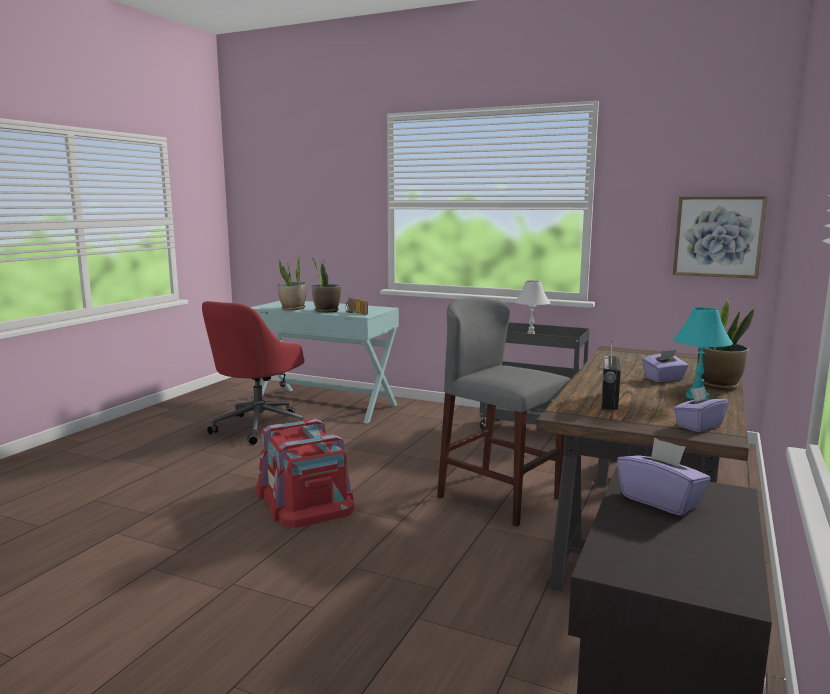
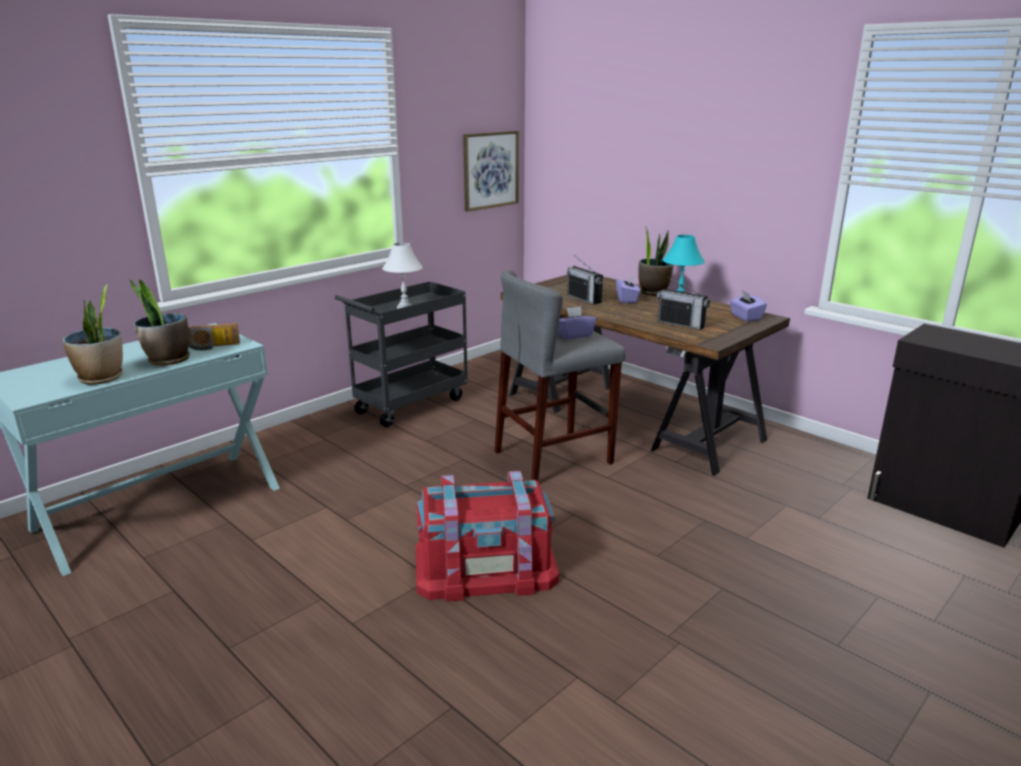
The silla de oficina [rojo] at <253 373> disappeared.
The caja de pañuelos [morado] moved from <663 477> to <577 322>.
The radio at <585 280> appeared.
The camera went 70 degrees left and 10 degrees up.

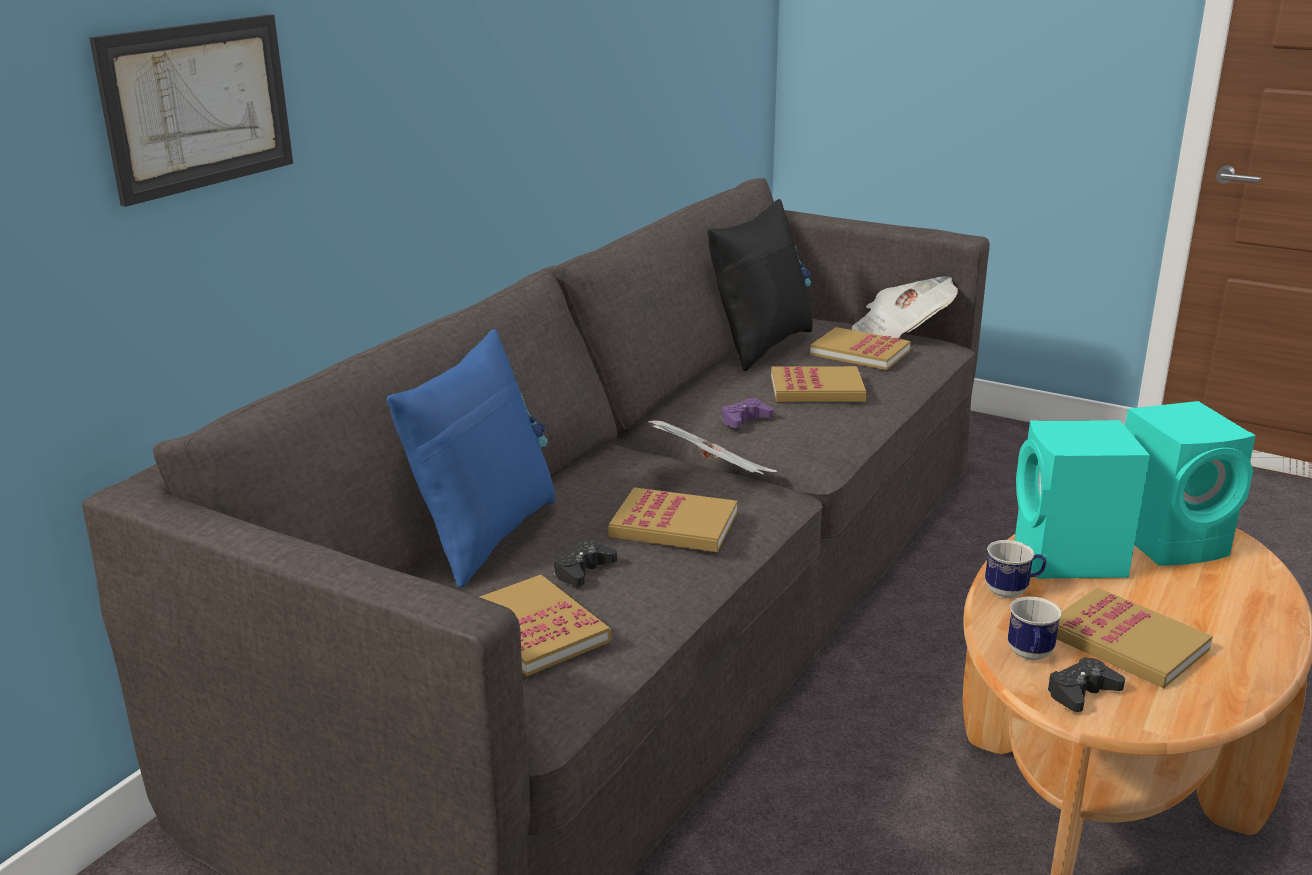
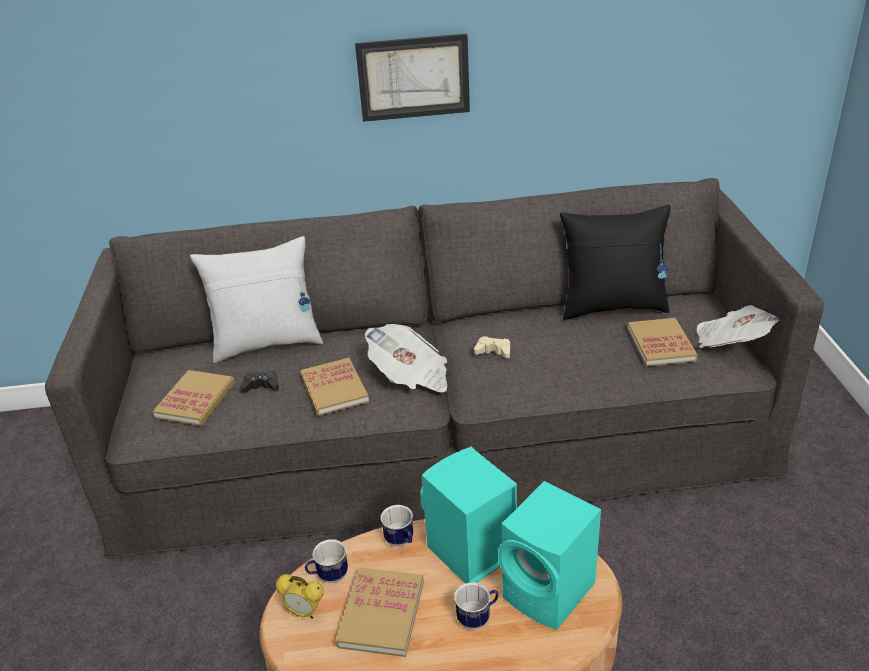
The cuadro moved from <191 110> to <412 78>.
The cojín [azul] at <470 458> became the cojín [gris] at <256 299>.
The mando de consola [morado] at <747 413> became the mando de consola [beis] at <492 347>.
The libro at <818 384> disappeared.
The mando de consola [negro] at <1086 684> was replaced by the despertador at <300 596>.
The taza grande at <476 606> appeared.
The camera went 55 degrees right and 10 degrees up.

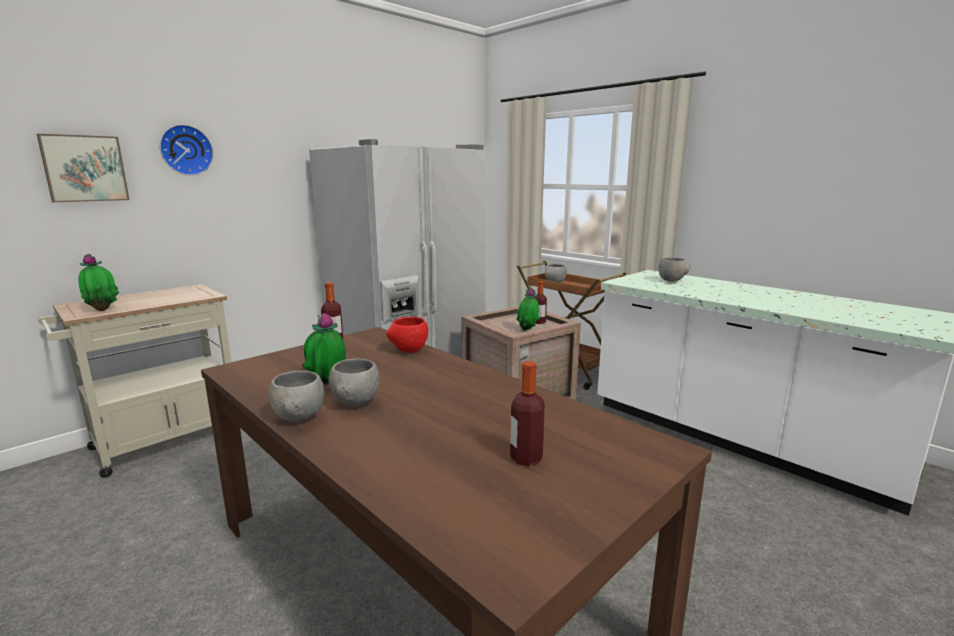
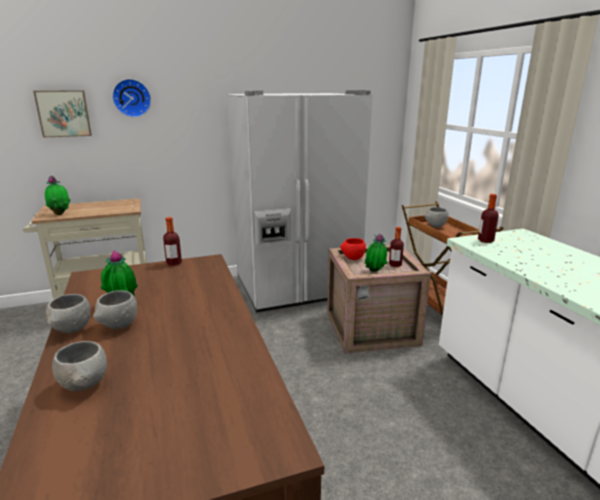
The cuenco [rojo] moved from <407 335> to <353 249>.
The botella moved from <527 413> to <488 218>.
The cuenco [gris] moved from <674 269> to <79 366>.
The camera went 25 degrees right and 5 degrees up.

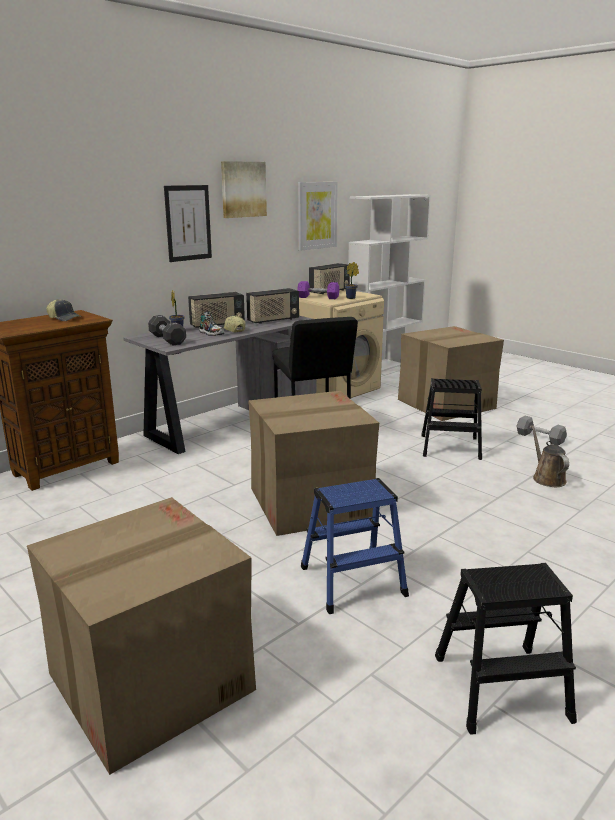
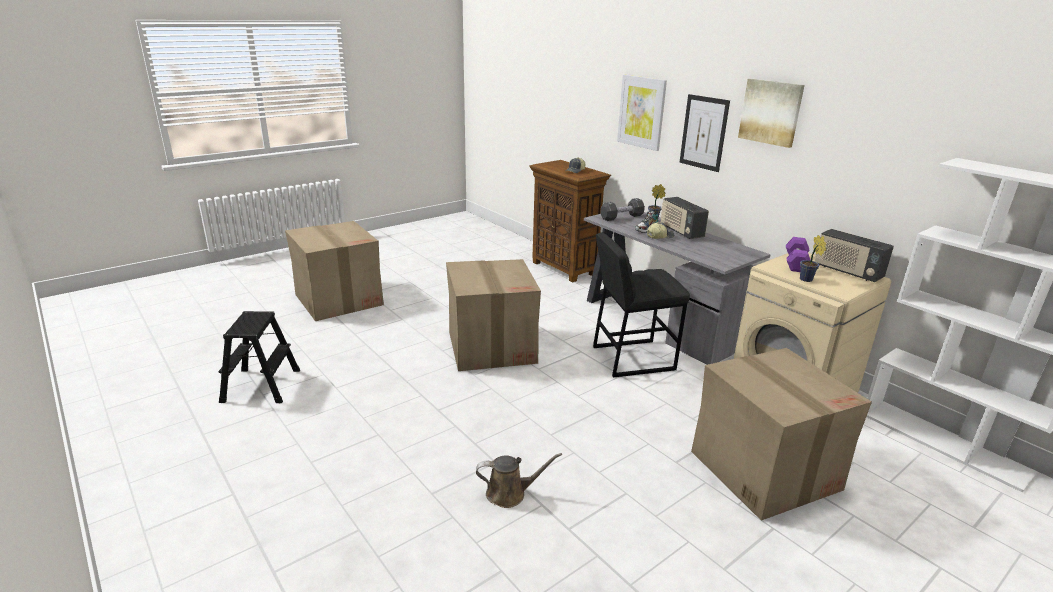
The radio at <272 306> disappeared.
The cuadro moved from <318 216> to <642 113>.
The escalera de tijera [azul] at <355 546> disappeared.
The escalera de tijera [negro] at <451 419> disappeared.
The mancuerna [gris] at <542 431> disappeared.
The camera went 95 degrees right and 5 degrees up.

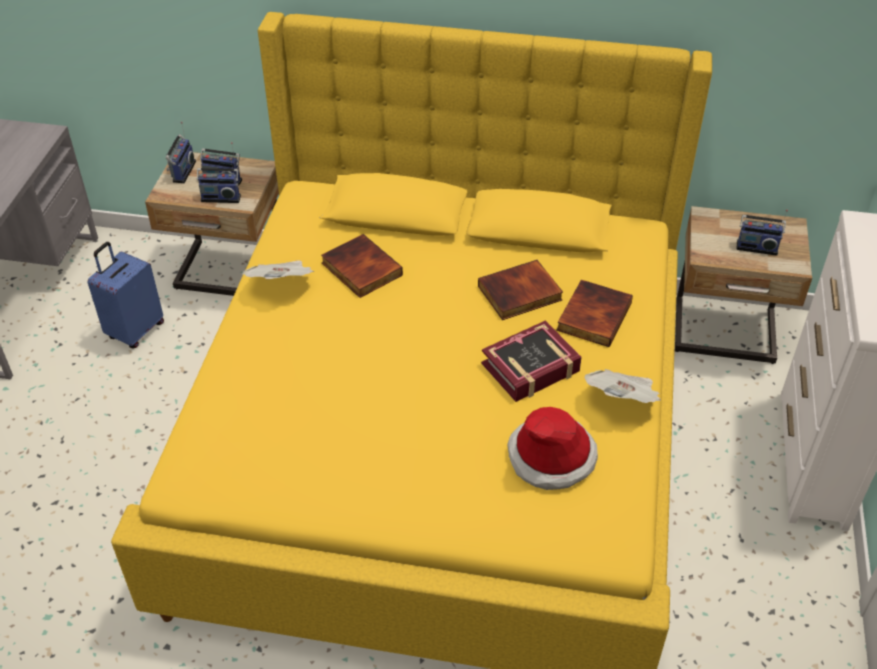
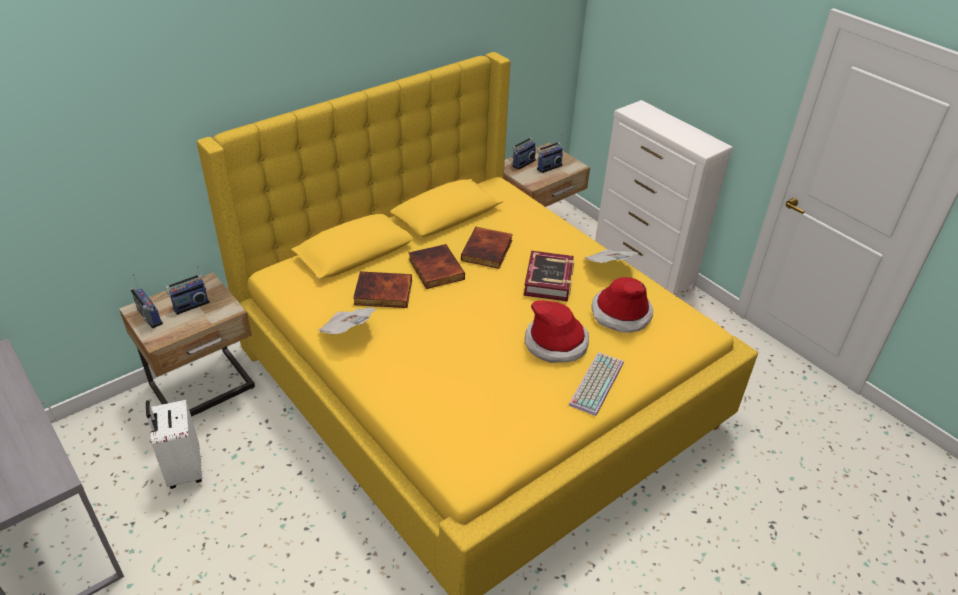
The maleta [azul] at <126 295> became the maleta [blanco] at <174 444>.
The radio moved from <219 180> to <523 149>.
The libro moved from <594 313> to <437 266>.
The sombrero at <556 331> appeared.
The teclado at <596 384> appeared.
The camera went 50 degrees left and 5 degrees down.

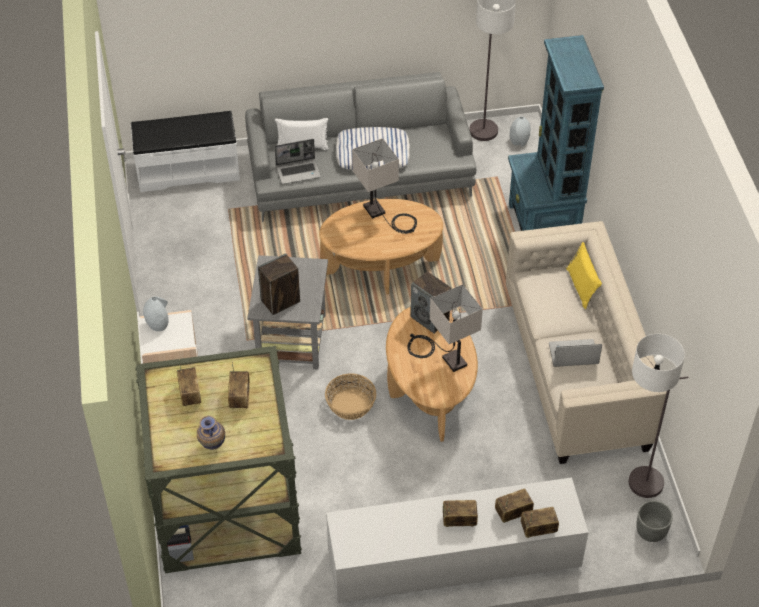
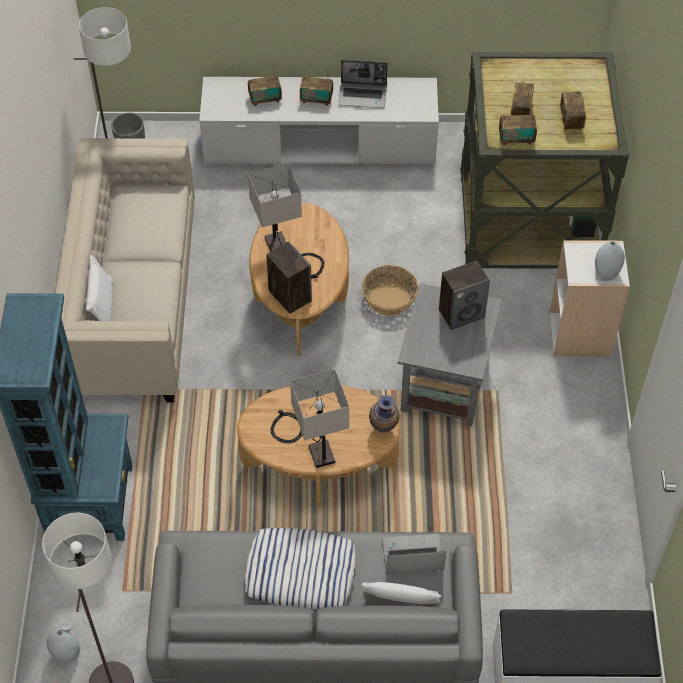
The florero moved from <211 433> to <384 413>.
The radio moved from <540 522> to <518 124>.
The portátil moved from <575 353> to <363 84>.
The cojín [amarillo] at <584 275> became the cojín [blanco] at <99 288>.
The camera went 170 degrees left and 5 degrees up.

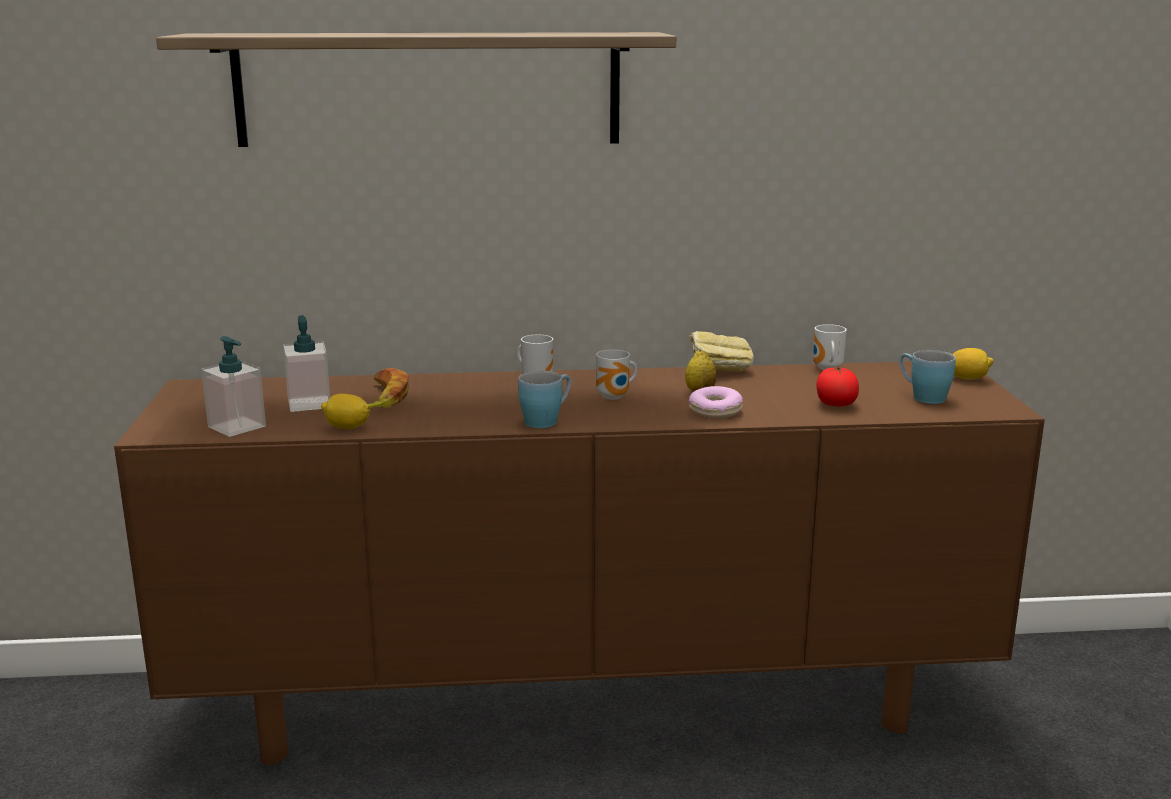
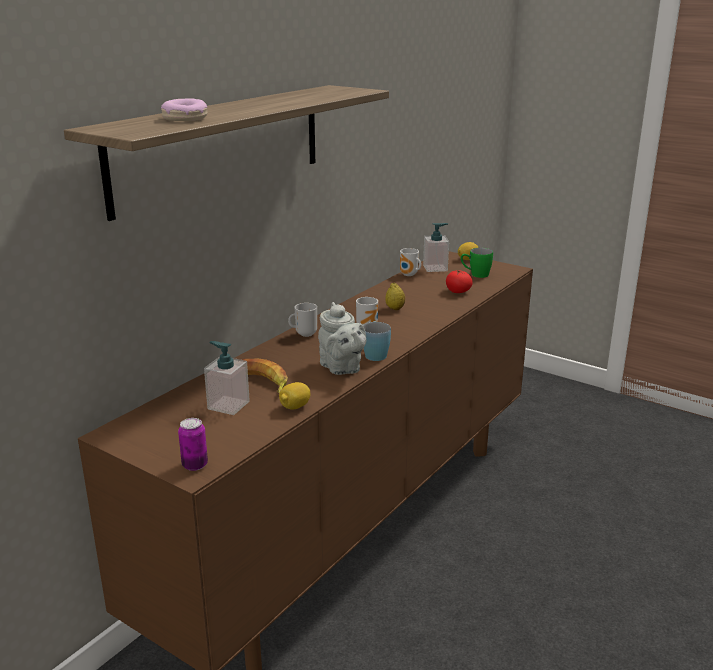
The dispensador de jabón moved from <233 386> to <436 247>.
The pan at <721 351> disappeared.
The rosquilla moved from <716 402> to <184 109>.
The taza grande [azul] at <927 377> became the taza grande [verde] at <477 263>.
The lata at <193 444> appeared.
The tetera [gris] at <342 338> appeared.
The camera went 50 degrees left and 5 degrees up.

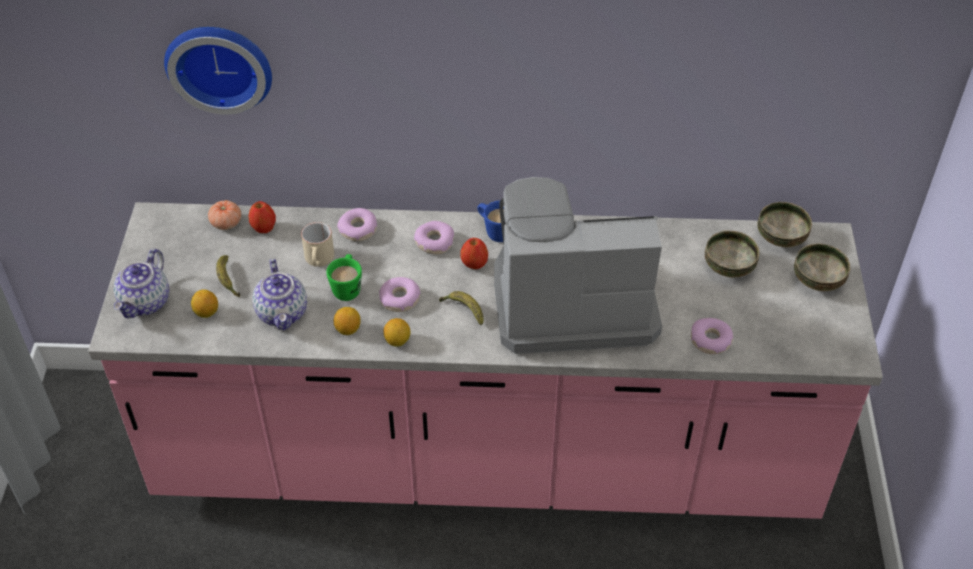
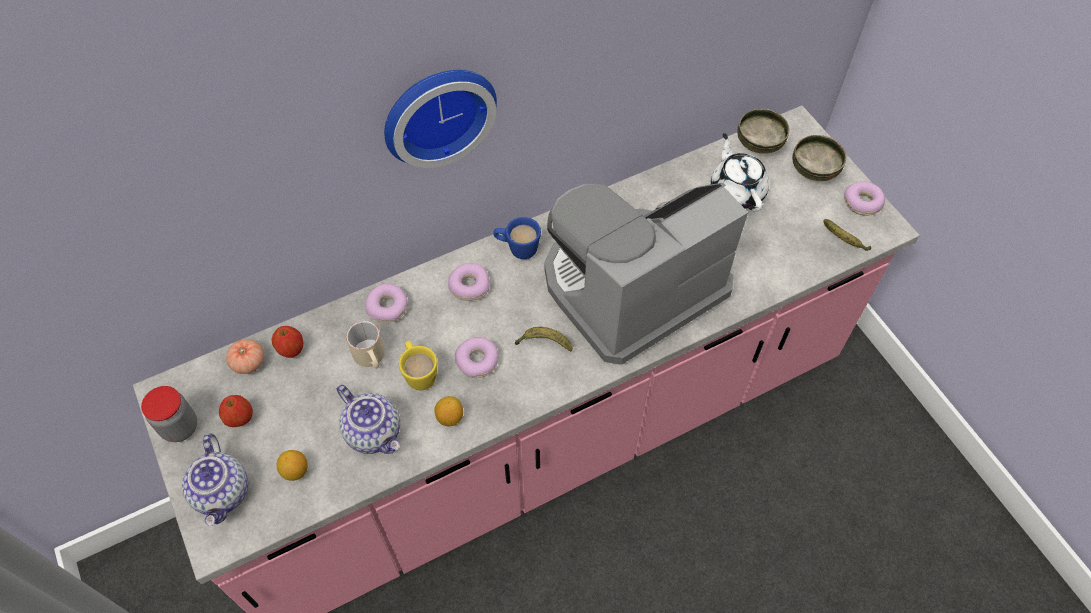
The reloj de pared moved from <218 71> to <440 119>.
The plátano moved from <228 276> to <847 235>.
The taza grande [verde] at <344 277> became the taza grande [amarillo] at <418 365>.
The limón at <396 332> disappeared.
The manzana moved from <474 253> to <236 411>.
The rosquilla moved from <712 336> to <864 198>.
The cuenco at <732 254> was replaced by the tetera [blanco] at <740 172>.
The tarro at <169 414> appeared.
The camera went 30 degrees left and 10 degrees up.

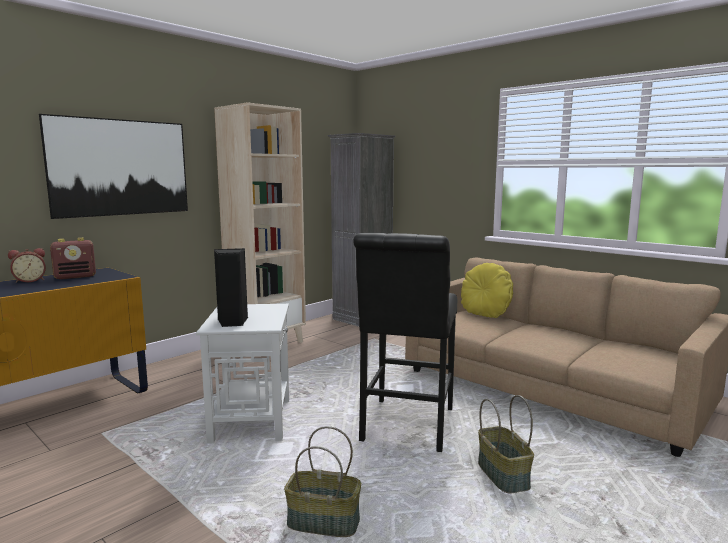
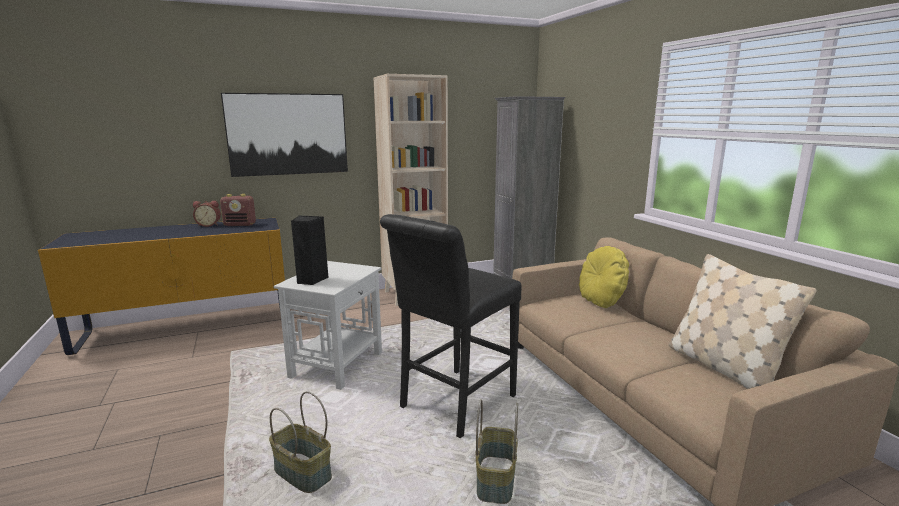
The cojín [beis] at <743 321> appeared.
The camera went 25 degrees right and 5 degrees up.

